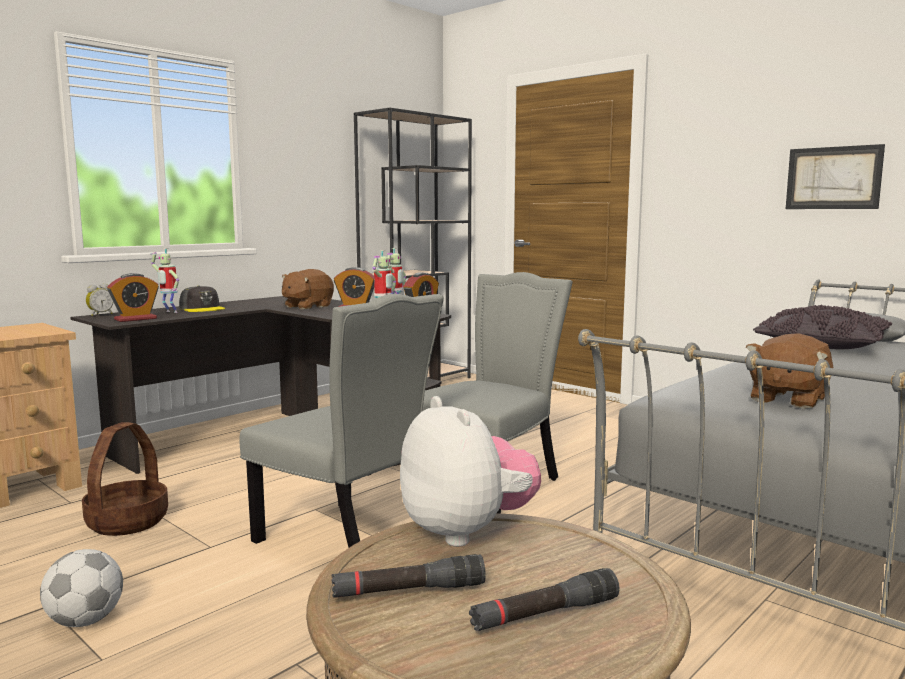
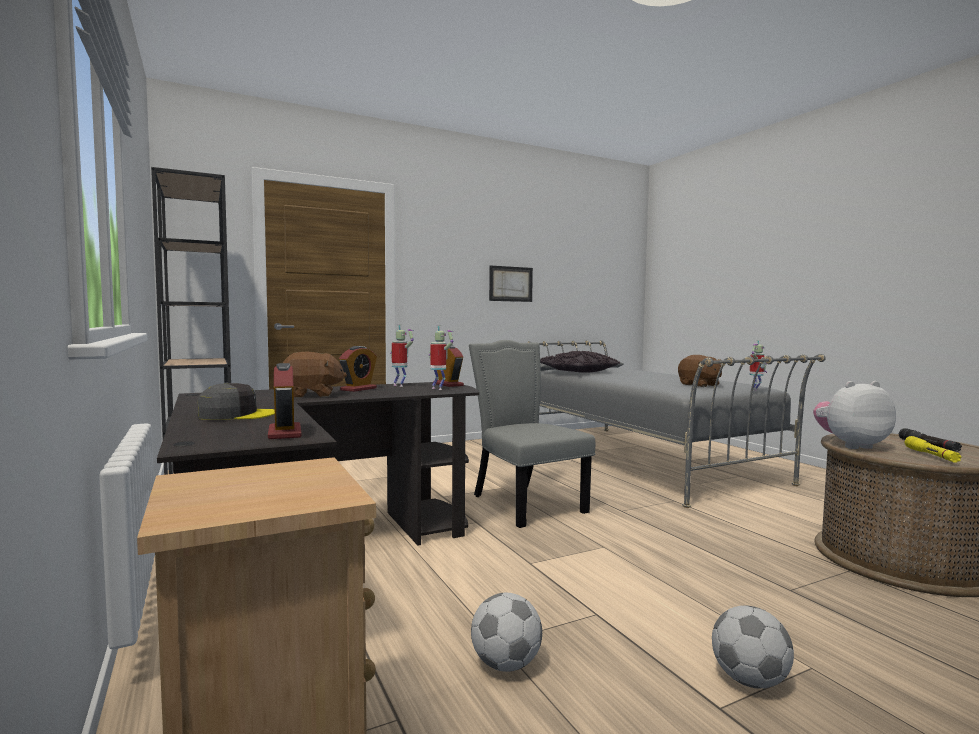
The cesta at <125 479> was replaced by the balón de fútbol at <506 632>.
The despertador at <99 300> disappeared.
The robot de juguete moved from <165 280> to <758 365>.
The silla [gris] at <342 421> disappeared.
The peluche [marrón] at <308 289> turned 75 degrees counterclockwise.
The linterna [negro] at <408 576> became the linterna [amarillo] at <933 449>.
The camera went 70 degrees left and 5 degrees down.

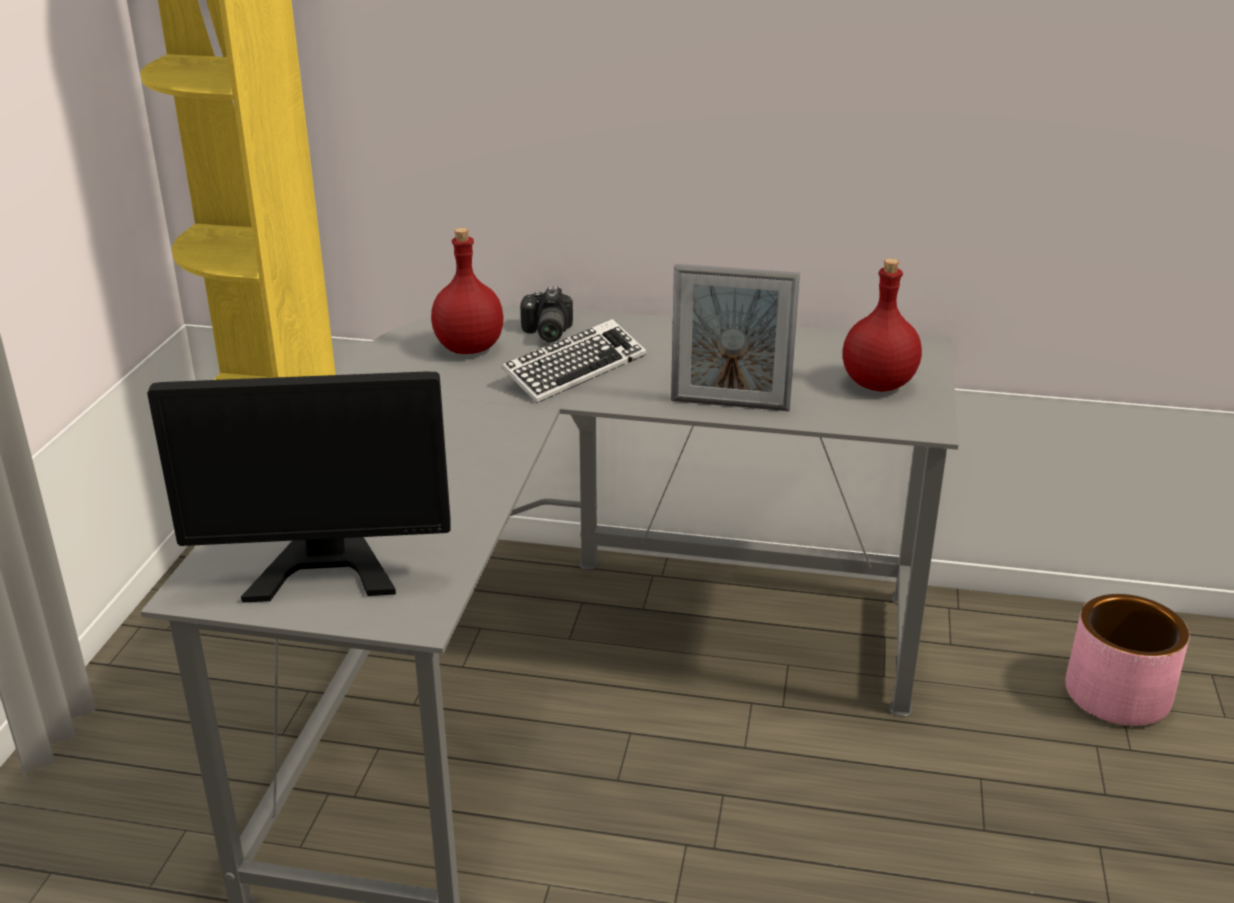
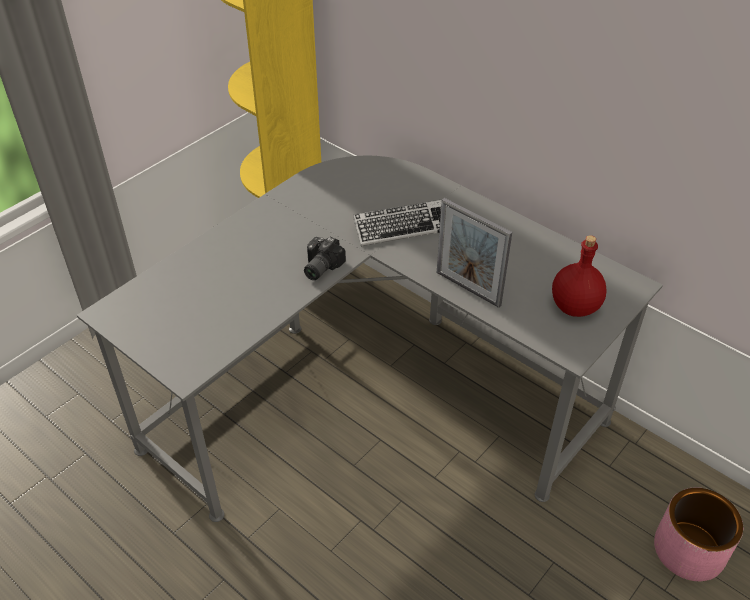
The monitor at <299 487> disappeared.
The botella [rojo] at <467 291> disappeared.
The cámara moved from <546 314> to <325 258>.
The camera went 30 degrees right and 15 degrees up.

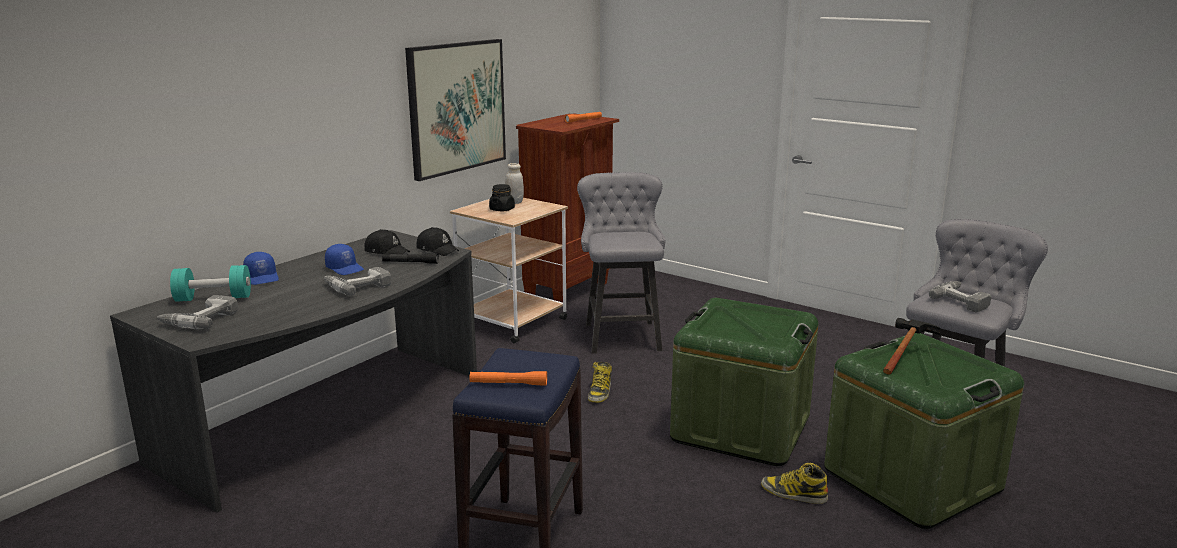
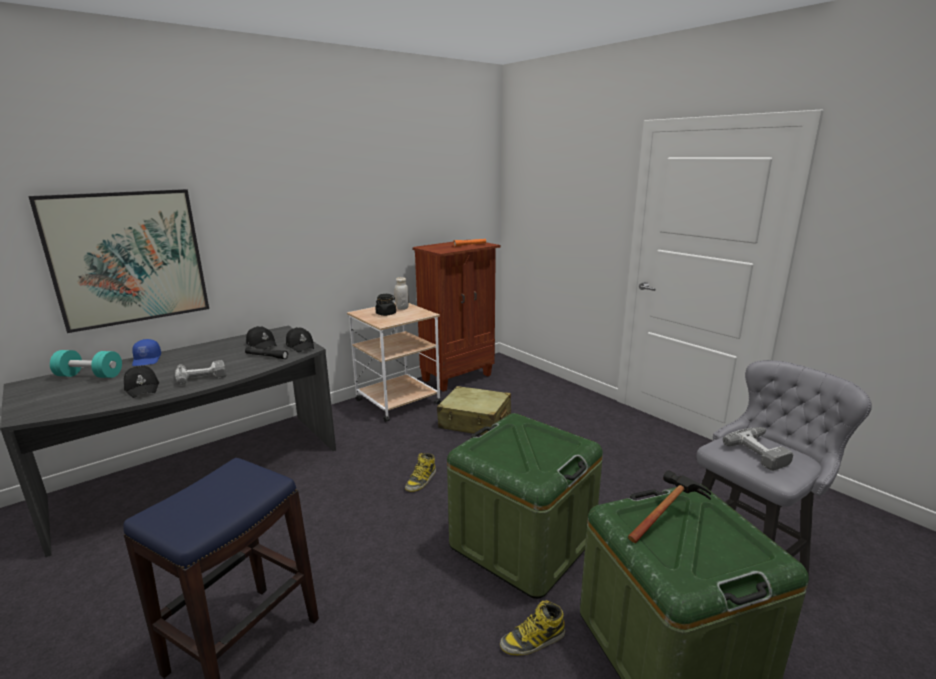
The taladro at <197 312> disappeared.
The gorra [azul] at <344 259> disappeared.
The cuadro moved from <455 110> to <118 261>.
The linterna [naranja] at <508 378> disappeared.
The taburete [gris] at <621 263> was replaced by the maleta [beis] at <474 410>.
The bota at <794 483> turned 60 degrees counterclockwise.
The gorra [negro] at <141 382> appeared.
The camera went 15 degrees right and 0 degrees up.

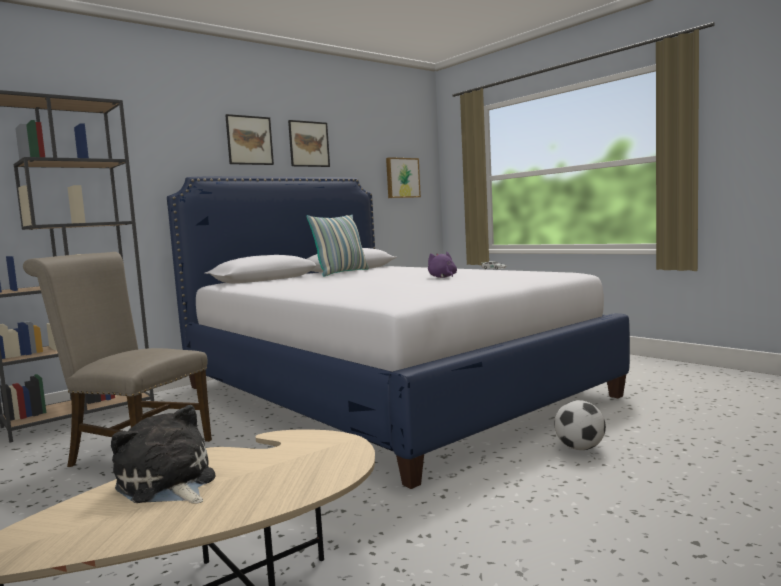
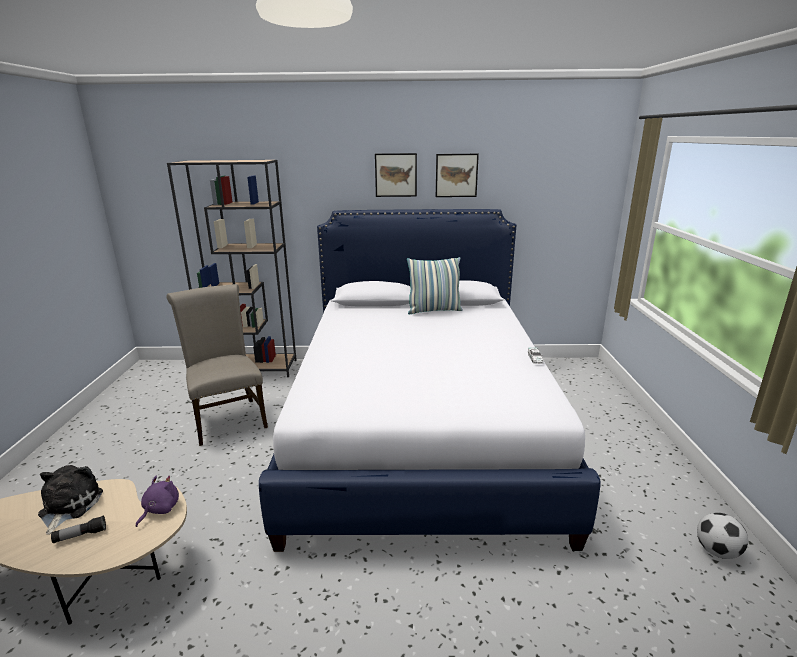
The cuadro at <403 177> disappeared.
The peluche [morado] moved from <442 265> to <157 501>.
The balón de fútbol moved from <580 425> to <722 536>.
The linterna at <78 529> appeared.
The camera went 40 degrees right and 15 degrees up.

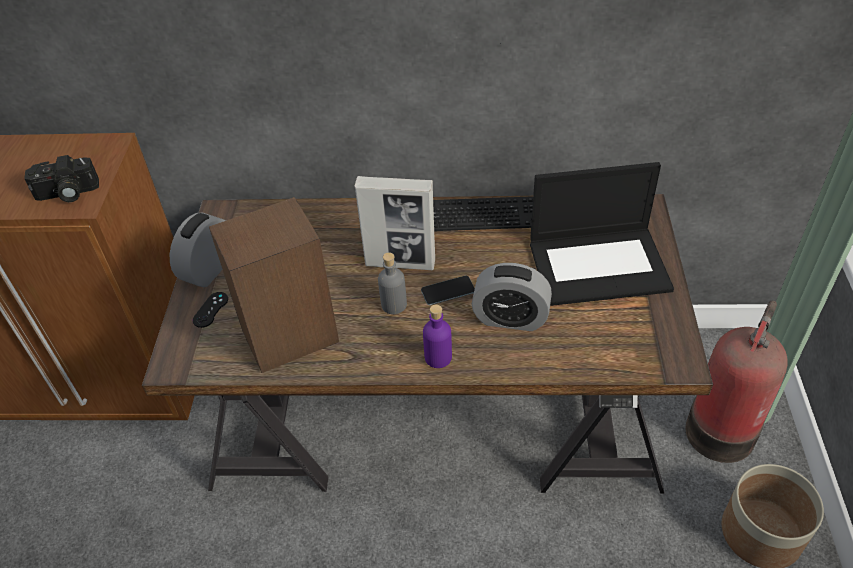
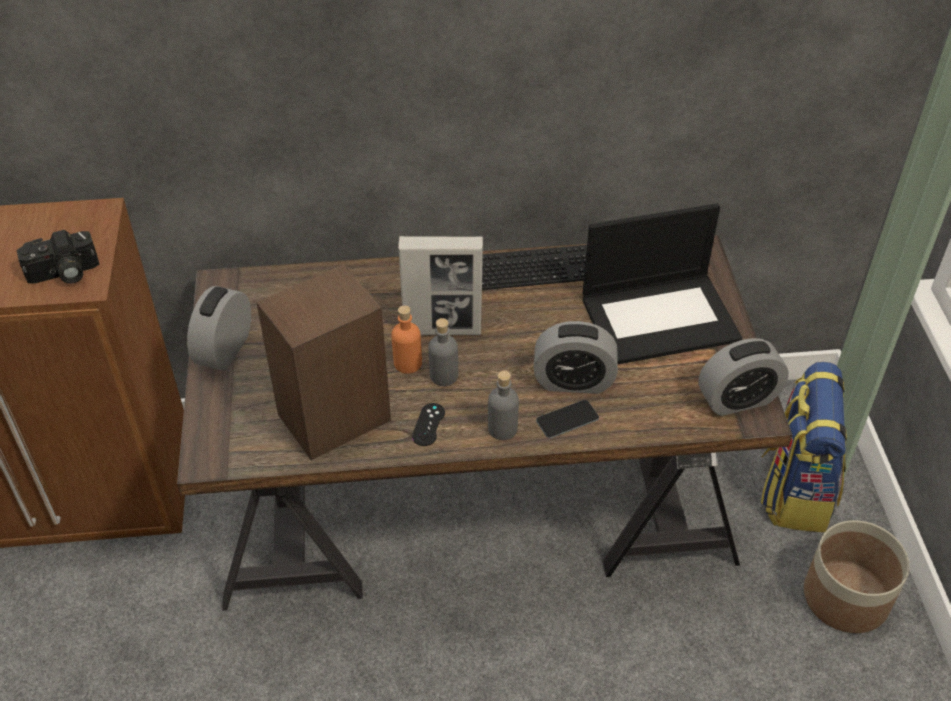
The mando de consola [negro] moved from <210 310> to <428 424>.
The móvil moved from <448 290> to <567 419>.
The botella [morado] at <437 336> became the botella [gris] at <503 405>.
The extintor at <736 381> was replaced by the mochila at <804 447>.
The botella [naranja] at <406 339> appeared.
The despertador at <743 377> appeared.
The camera went 10 degrees left and 0 degrees up.

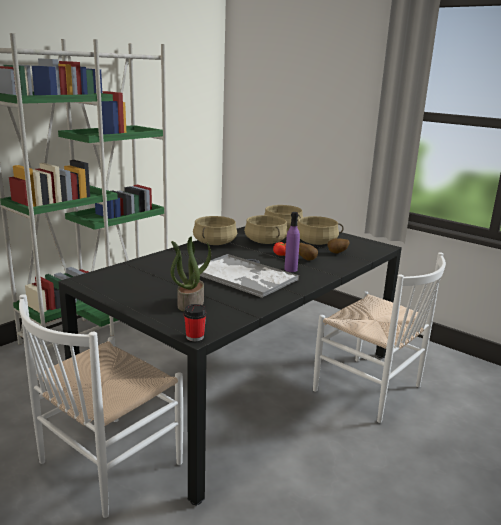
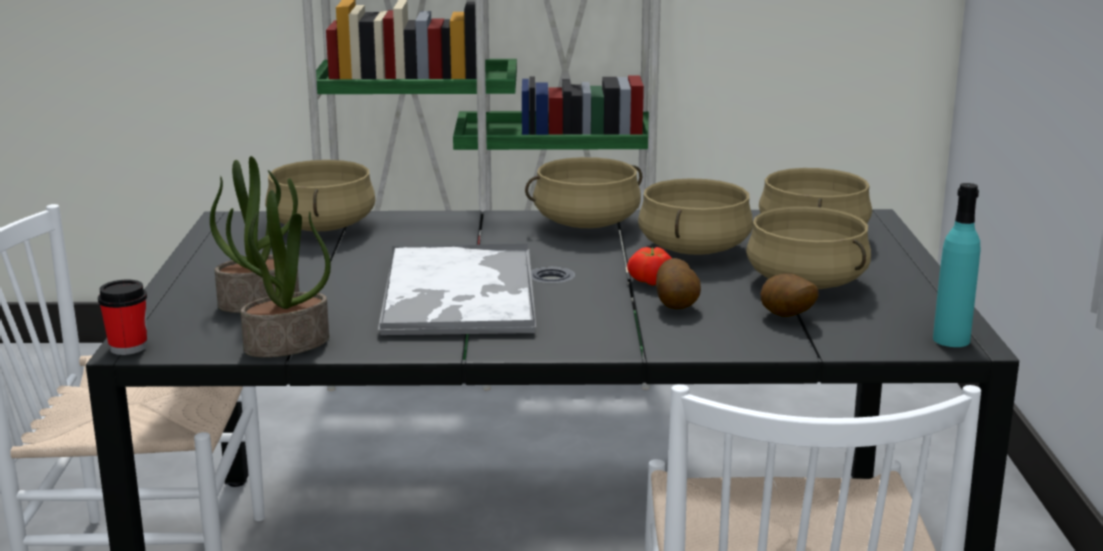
The botella [morado] at <292 242> disappeared.
The planta en maceta at <278 273> appeared.
The olla [beis] at <320 195> appeared.
The botella [turquesa] at <956 265> appeared.
The camera went 50 degrees right and 0 degrees up.

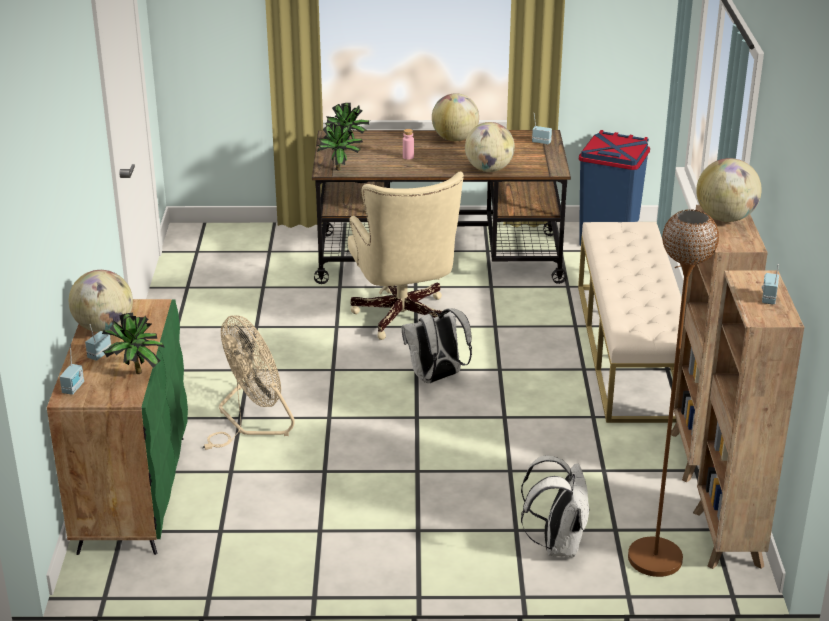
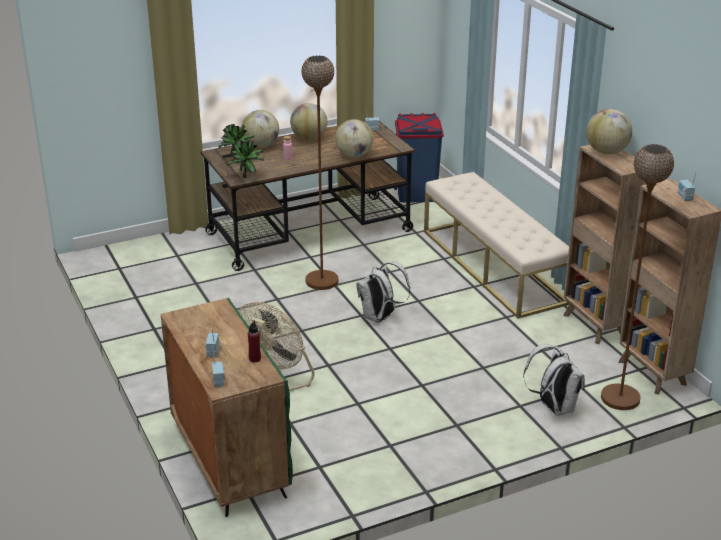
The globo terráqueo moved from <101 301> to <260 129>.
The planta en maceta at <133 343> was replaced by the botella [rojo] at <254 341>.
The silla de oficina [beis] at <406 256> was replaced by the lámpara de pie [marrón] at <320 172>.
The camera went 25 degrees left and 0 degrees up.

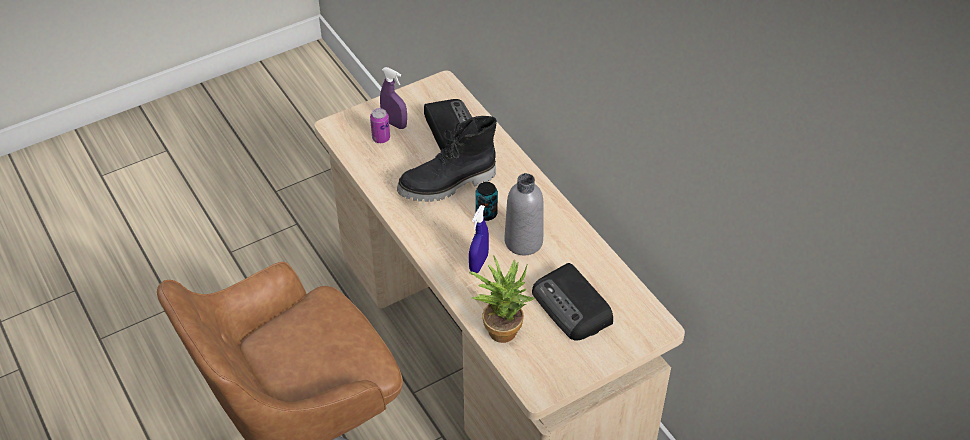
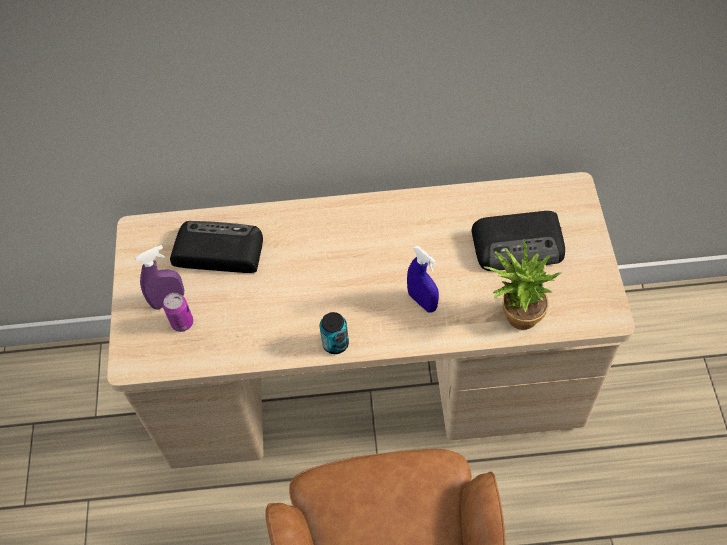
The bota [negro] at <447 159> disappeared.
The lata moved from <486 201> to <334 333>.
The botella [gris] at <524 214> disappeared.
The camera went 60 degrees left and 10 degrees up.

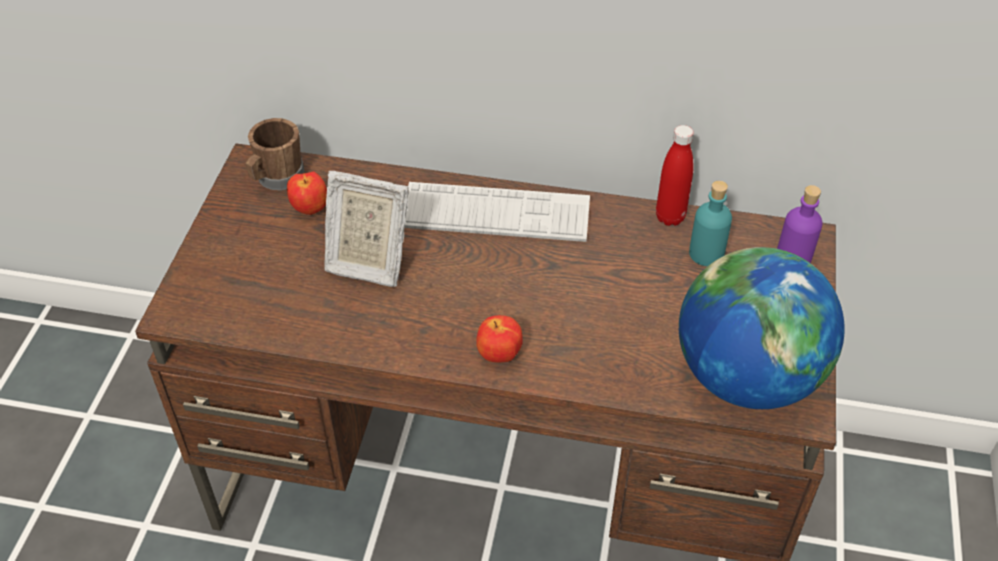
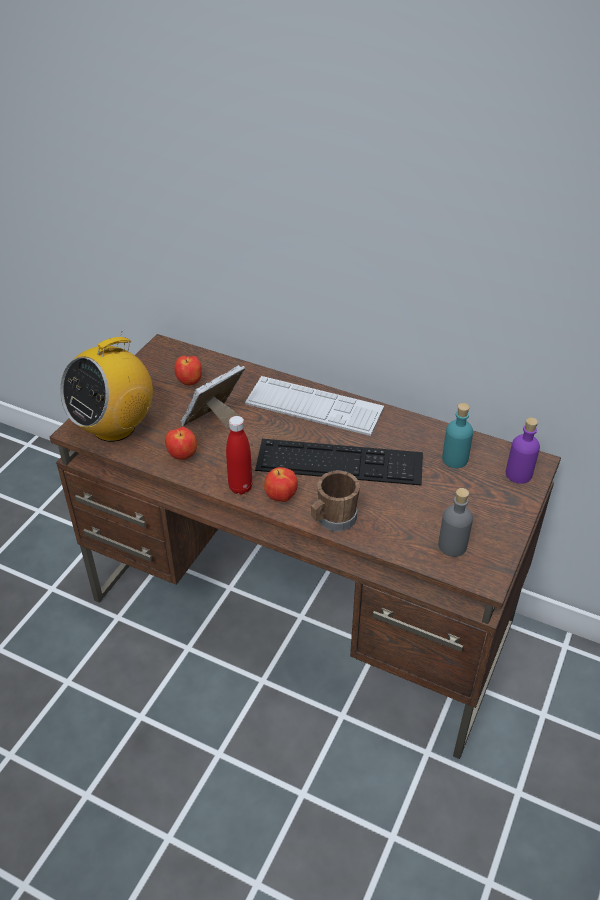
The taza grande [marrón] moved from <275 154> to <335 501>.
The portarretratos at <367 229> turned 105 degrees clockwise.
The botella [rojo] moved from <675 175> to <239 455>.
The globo terráqueo at <762 328> was replaced by the botella [gris] at <455 522>.
The radio at <106 386> appeared.
The manzana at <181 443> appeared.
The teclado at <339 462> appeared.
The camera went 15 degrees right and 5 degrees down.

